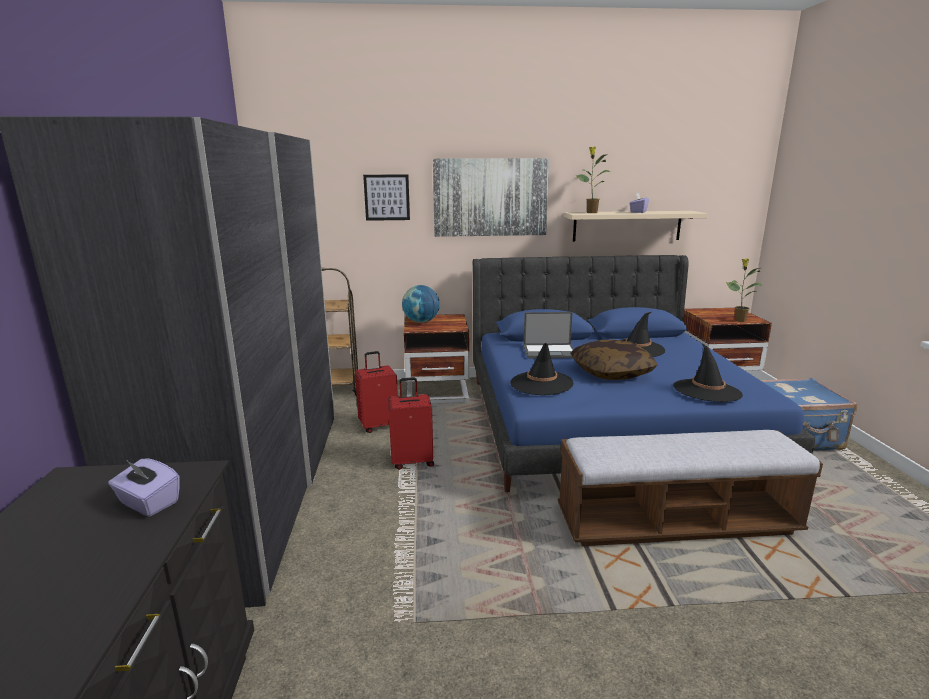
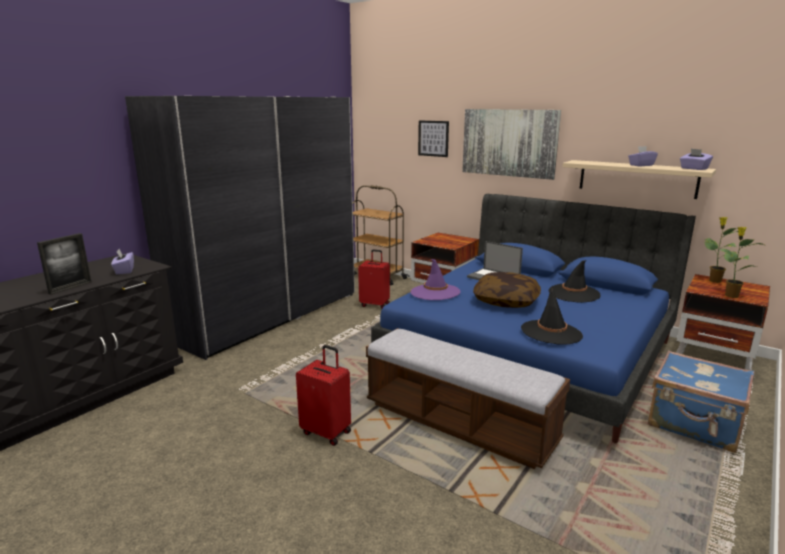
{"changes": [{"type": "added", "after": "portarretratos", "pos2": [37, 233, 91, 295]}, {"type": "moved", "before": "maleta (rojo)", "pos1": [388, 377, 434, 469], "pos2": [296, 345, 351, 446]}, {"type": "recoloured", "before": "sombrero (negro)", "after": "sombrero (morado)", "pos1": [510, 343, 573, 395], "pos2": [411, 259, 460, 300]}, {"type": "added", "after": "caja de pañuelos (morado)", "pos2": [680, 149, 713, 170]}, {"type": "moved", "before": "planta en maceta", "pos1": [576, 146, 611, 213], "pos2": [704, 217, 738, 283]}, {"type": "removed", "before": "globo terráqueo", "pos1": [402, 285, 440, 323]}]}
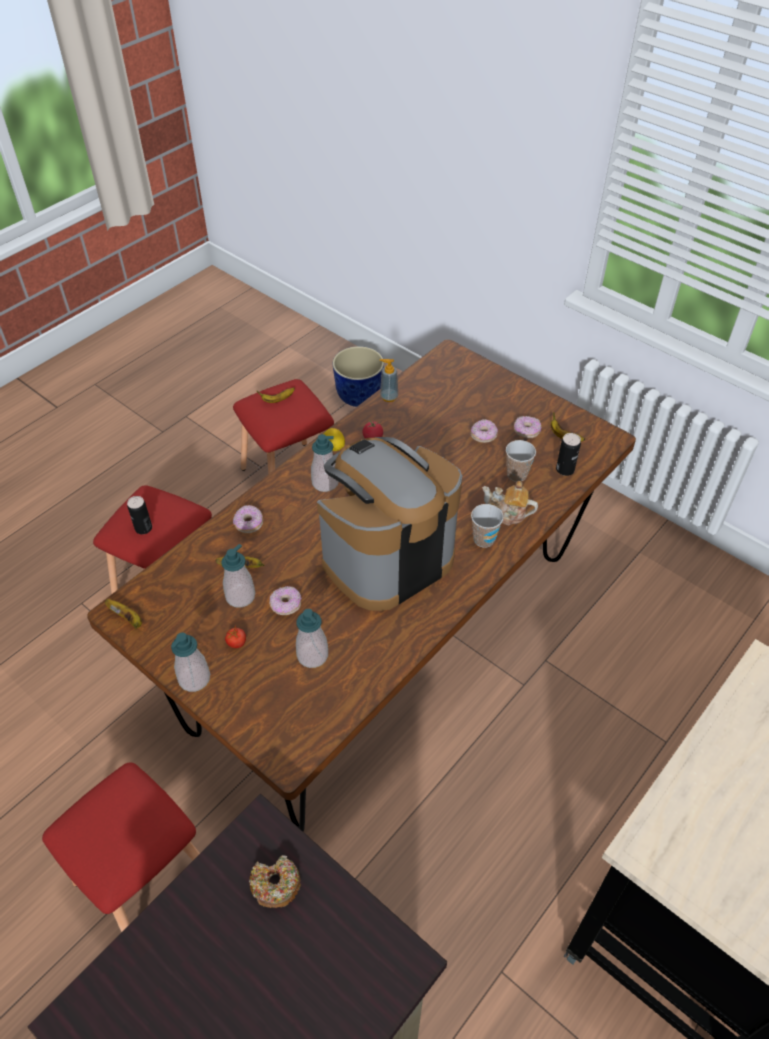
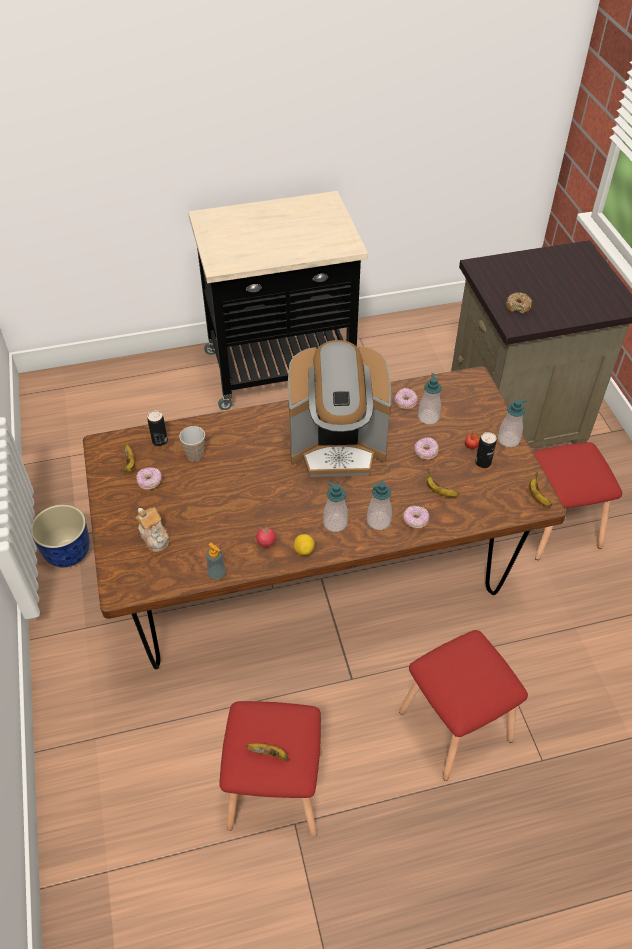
{"changes": [{"type": "moved", "before": "maceta", "pos1": [332, 346, 384, 407], "pos2": [30, 505, 90, 567]}, {"type": "moved", "before": "tetera", "pos1": [482, 481, 538, 525], "pos2": [135, 508, 169, 552]}, {"type": "moved", "before": "dispensador de jabón", "pos1": [221, 544, 255, 608], "pos2": [367, 482, 392, 530]}, {"type": "moved", "before": "rosquilla", "pos1": [471, 419, 498, 443], "pos2": [394, 388, 418, 409]}, {"type": "moved", "before": "lata", "pos1": [127, 496, 152, 534], "pos2": [475, 432, 497, 468]}, {"type": "removed", "before": "taza", "pos1": [471, 504, 504, 548]}]}
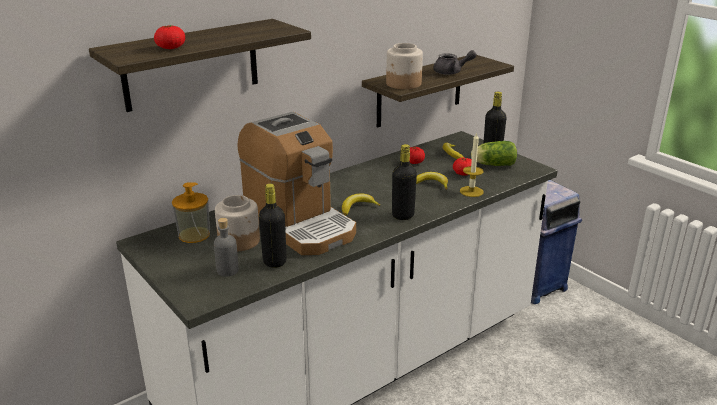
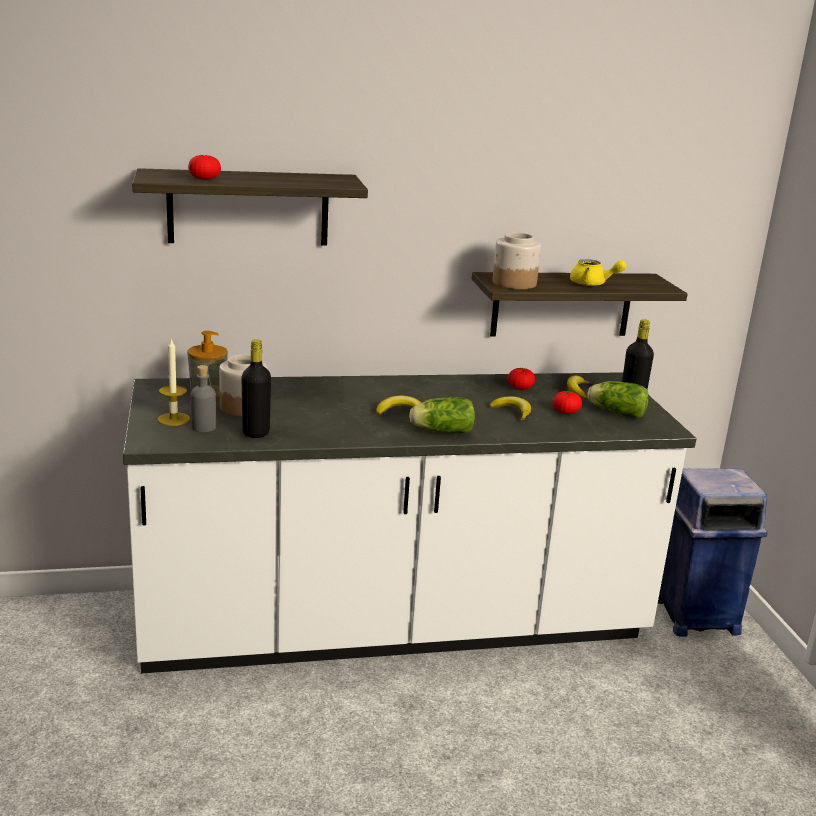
{"changes": [{"type": "moved", "before": "vela", "pos1": [460, 132, 484, 197], "pos2": [158, 338, 190, 426]}, {"type": "replaced", "before": "botella (negro)", "after": "lechuga", "pos1": [392, 144, 417, 220], "pos2": [409, 397, 475, 433]}, {"type": "recoloured", "before": "tetera (gris)", "after": "tetera (amarillo)", "pos1": [433, 50, 477, 75], "pos2": [570, 259, 627, 286]}, {"type": "removed", "before": "cafetera", "pos1": [238, 112, 356, 255]}]}
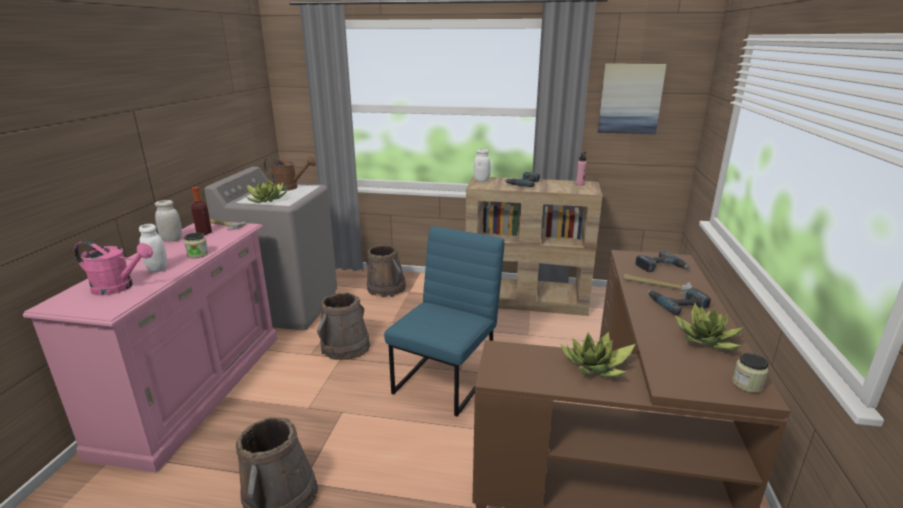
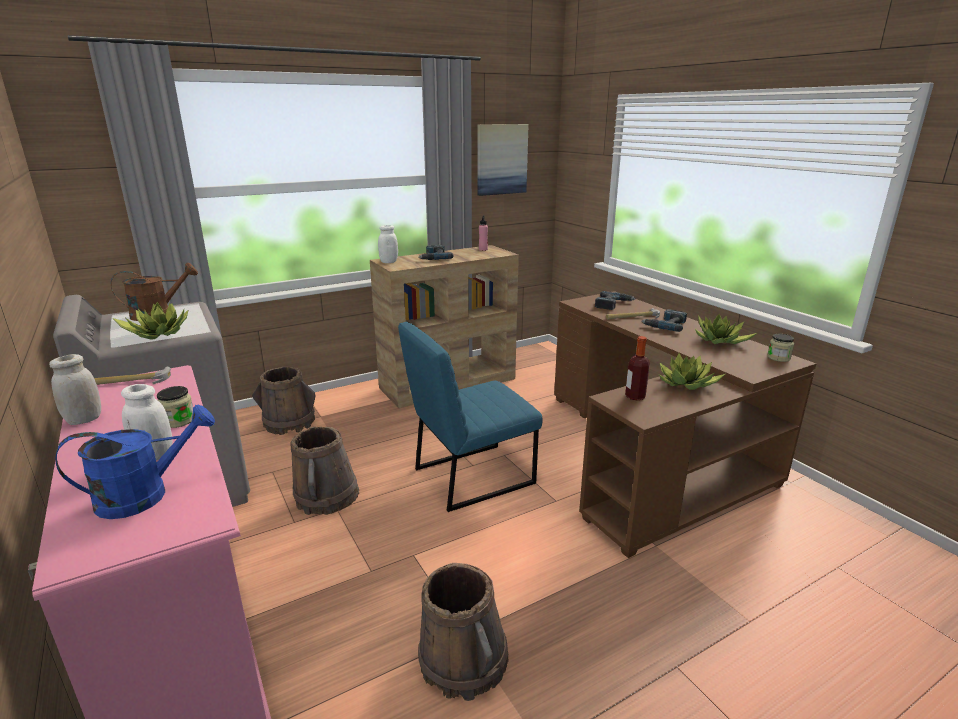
{"changes": [{"type": "recoloured", "before": "regadera (rosa)", "after": "regadera (azul)", "pos1": [74, 241, 153, 295], "pos2": [56, 405, 215, 519]}, {"type": "turned", "before": "silla (azul)", "pos1": [384, 226, 505, 417], "pos2": [398, 322, 543, 512], "turn": -105}, {"type": "moved", "before": "botella", "pos1": [191, 187, 212, 235], "pos2": [625, 336, 650, 401]}]}
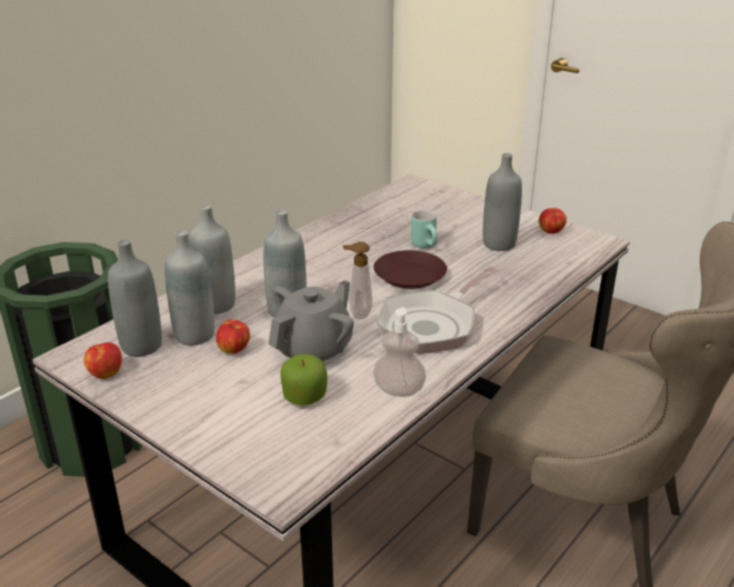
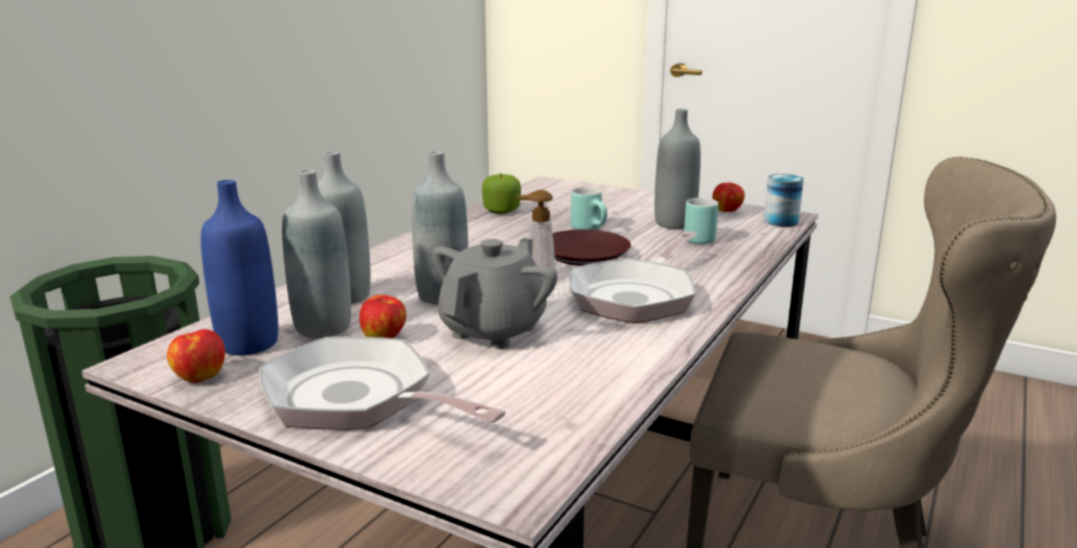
{"changes": [{"type": "recoloured", "before": "botella (gris)", "after": "botella (azul)", "pos1": [108, 240, 162, 357], "pos2": [201, 180, 278, 356]}, {"type": "added", "after": "sartén", "pos2": [259, 336, 506, 430]}, {"type": "moved", "before": "manzana", "pos1": [280, 354, 327, 406], "pos2": [482, 173, 521, 214]}, {"type": "added", "after": "taza grande (turquesa)", "pos2": [684, 198, 718, 244]}, {"type": "added", "after": "lata", "pos2": [764, 174, 804, 227]}, {"type": "removed", "before": "dispensador de jabón", "pos1": [373, 307, 426, 397]}]}
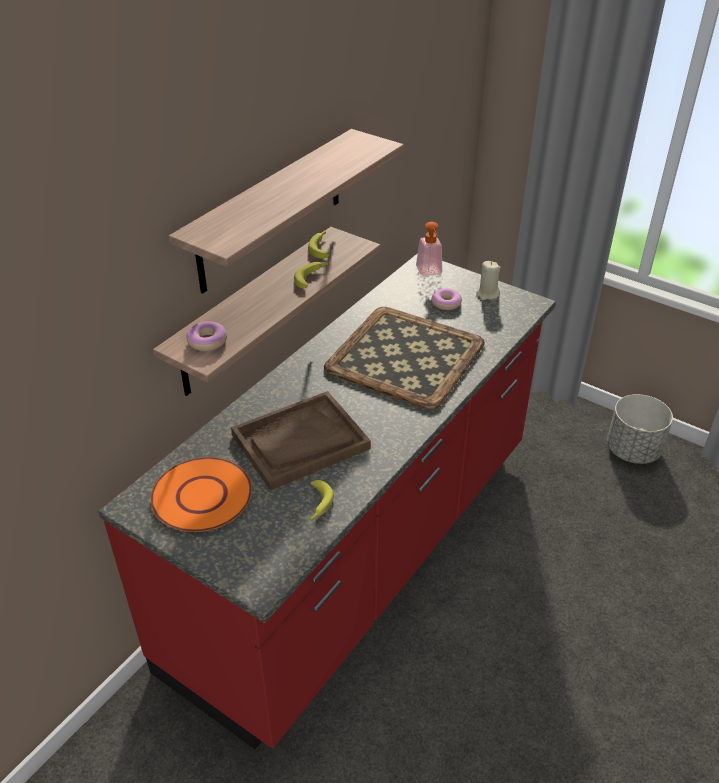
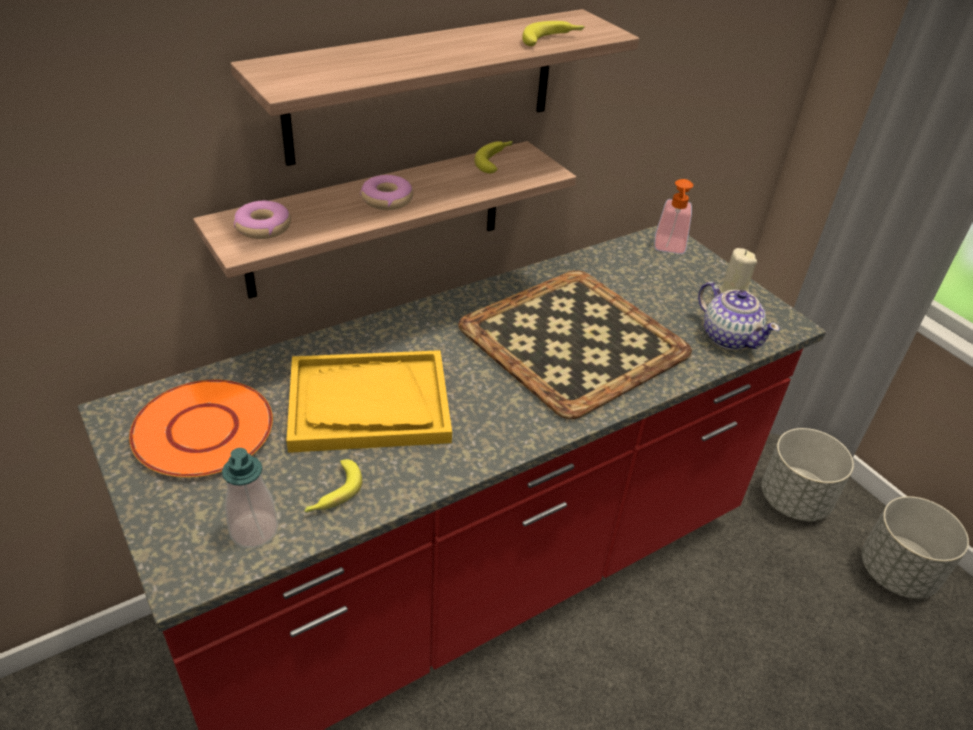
{"changes": [{"type": "added", "after": "dispensador de jabón", "pos2": [222, 448, 279, 548]}, {"type": "recoloured", "before": "bandeja (marrón)", "after": "bandeja (amarillo)", "pos1": [231, 391, 371, 490], "pos2": [286, 350, 452, 453]}, {"type": "moved", "before": "rosquilla", "pos1": [432, 288, 462, 310], "pos2": [360, 175, 413, 210]}, {"type": "moved", "before": "plátano", "pos1": [294, 261, 329, 288], "pos2": [522, 21, 585, 46]}, {"type": "added", "after": "tetera", "pos2": [698, 282, 780, 350]}, {"type": "added", "after": "maceta (gris)", "pos2": [761, 428, 854, 521]}]}
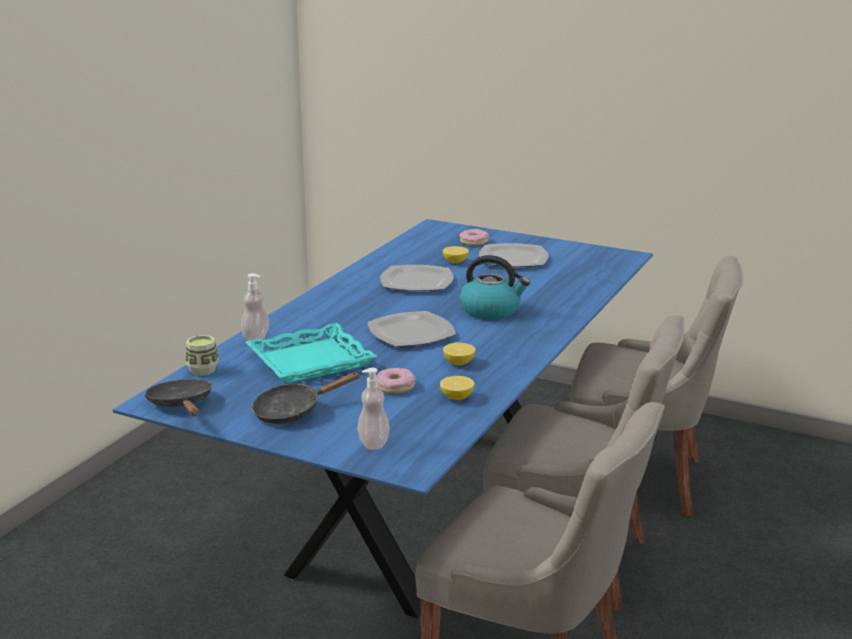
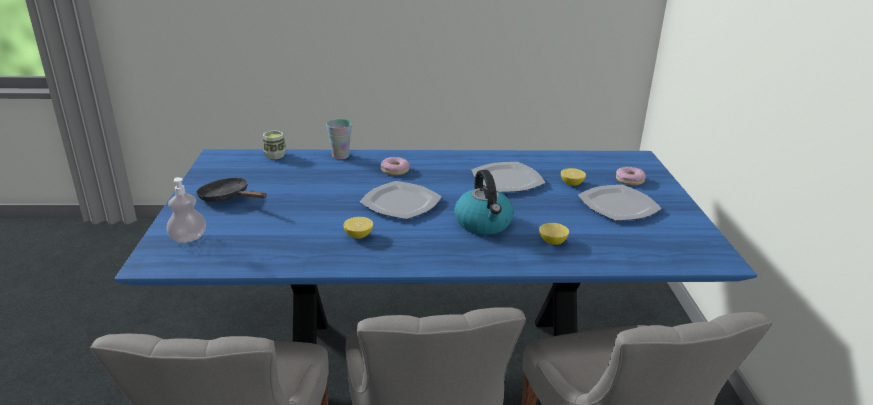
{"changes": [{"type": "replaced", "before": "dispensador de jabón", "after": "taza", "pos1": [241, 273, 269, 341], "pos2": [326, 119, 352, 159]}, {"type": "moved", "before": "rosquilla", "pos1": [376, 368, 416, 394], "pos2": [380, 157, 410, 175]}, {"type": "moved", "before": "limón", "pos1": [440, 376, 474, 400], "pos2": [539, 223, 569, 245]}, {"type": "removed", "before": "sartén (negro)", "pos1": [145, 379, 212, 416]}, {"type": "removed", "before": "bandeja (turquesa)", "pos1": [245, 323, 377, 384]}]}
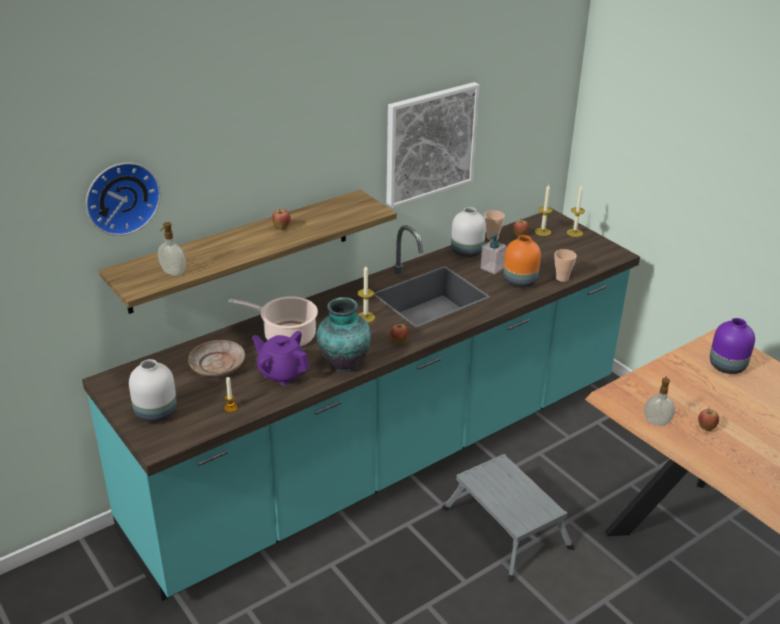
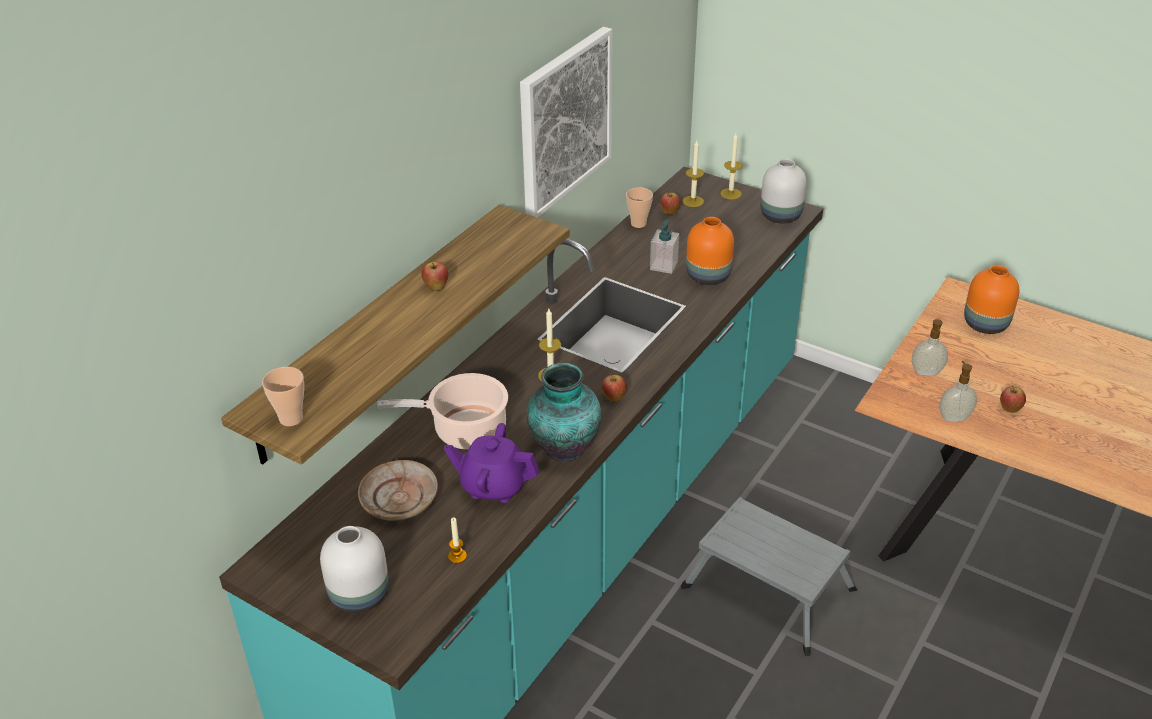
{"changes": [{"type": "moved", "before": "taza", "pos1": [554, 249, 577, 282], "pos2": [262, 367, 304, 426]}, {"type": "moved", "before": "florero (blanco)", "pos1": [451, 207, 486, 257], "pos2": [761, 159, 807, 223]}, {"type": "moved", "before": "dispensador de jabón", "pos1": [158, 222, 185, 276], "pos2": [912, 319, 948, 376]}, {"type": "recoloured", "before": "florero (morado)", "after": "florero (naranja)", "pos1": [710, 318, 755, 374], "pos2": [964, 265, 1019, 334]}, {"type": "removed", "before": "reloj de pared", "pos1": [86, 162, 161, 236]}]}
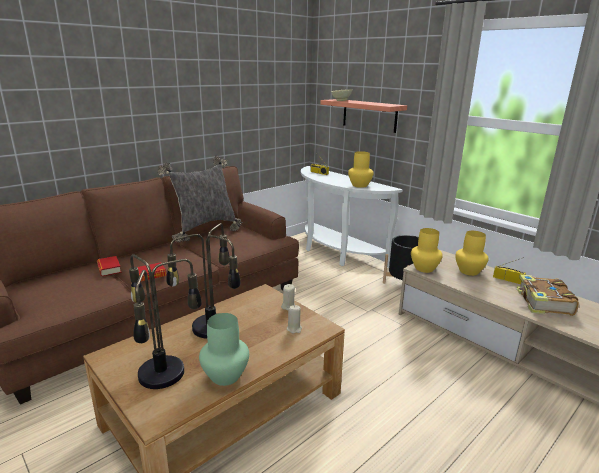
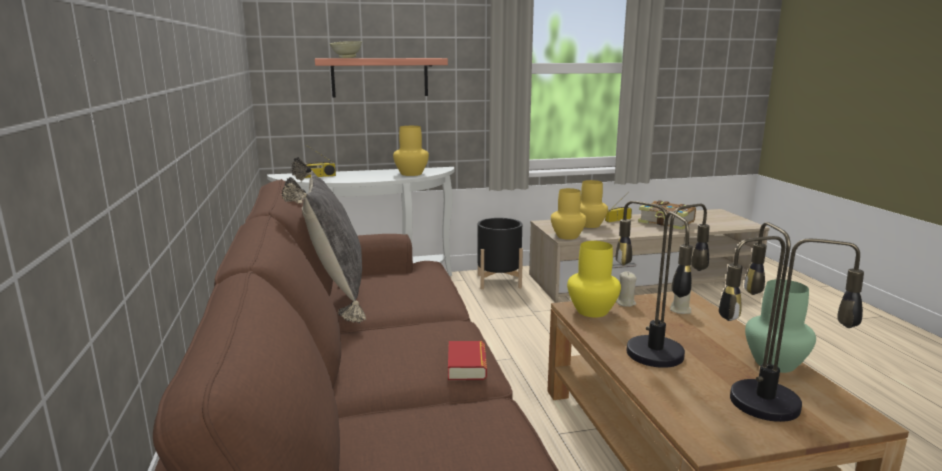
{"changes": [{"type": "added", "after": "florero (amarillo)", "pos2": [567, 241, 621, 317]}, {"type": "removed", "before": "libro", "pos1": [97, 256, 121, 276]}]}
